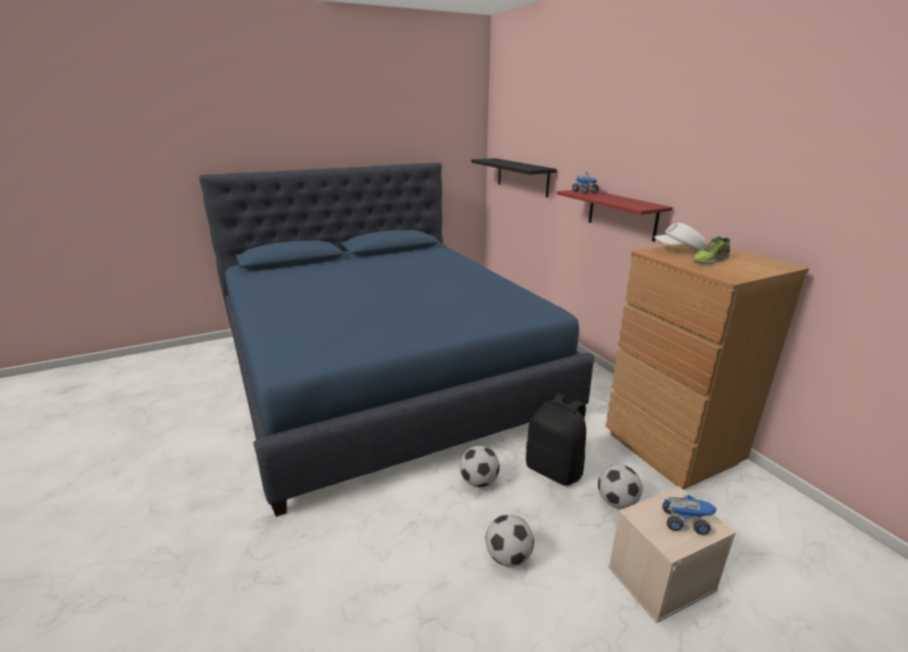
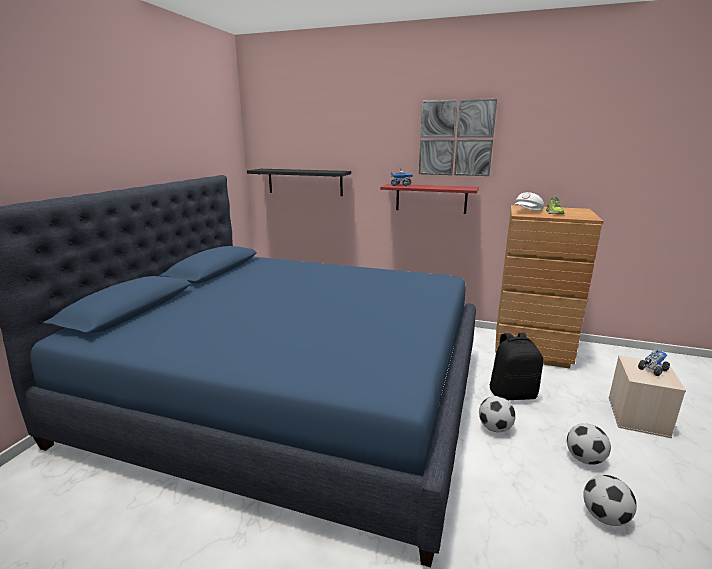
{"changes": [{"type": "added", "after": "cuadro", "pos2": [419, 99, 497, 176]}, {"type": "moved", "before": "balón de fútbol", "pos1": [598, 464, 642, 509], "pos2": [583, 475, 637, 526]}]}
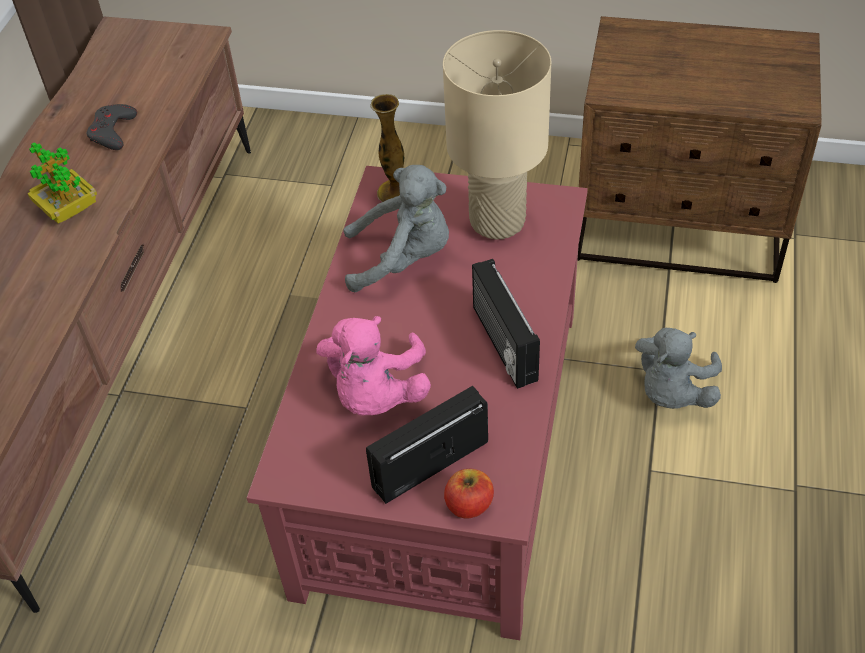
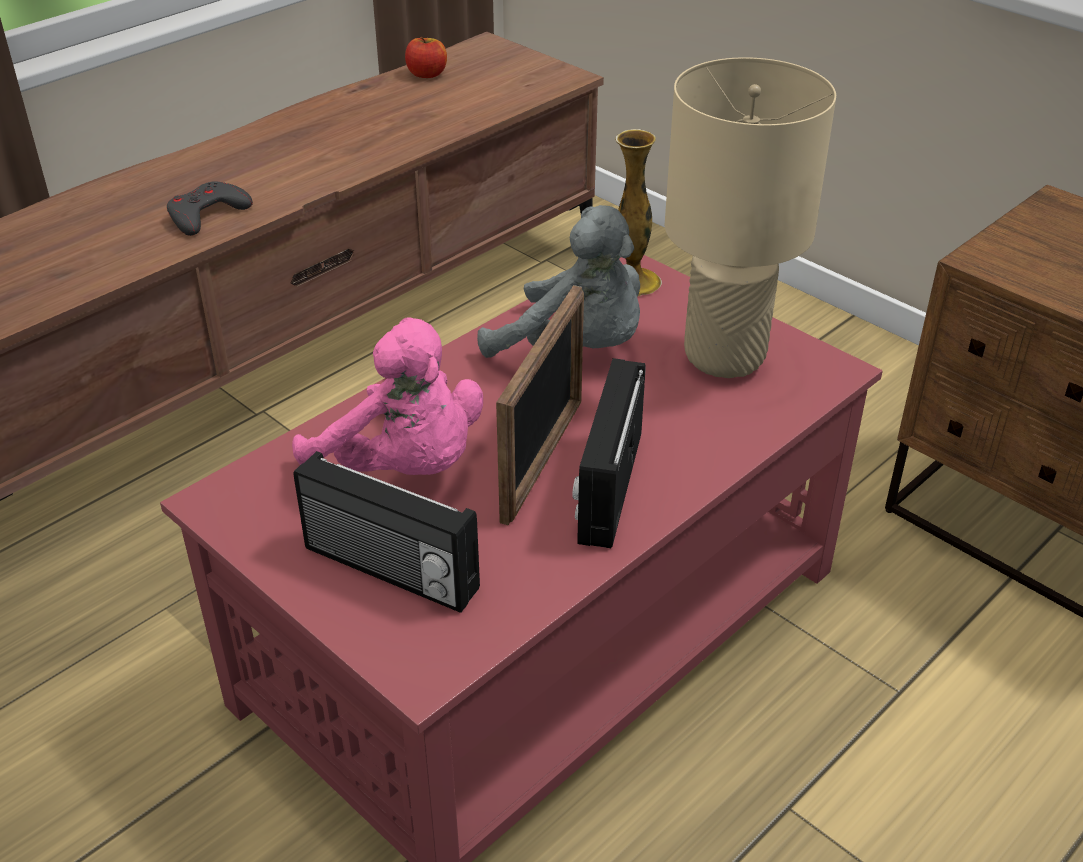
{"changes": [{"type": "moved", "before": "mando de consola (gris)", "pos1": [87, 104, 137, 150], "pos2": [167, 181, 253, 236]}, {"type": "turned", "before": "peluche (rosa)", "pos1": [317, 316, 431, 416], "pos2": [292, 318, 483, 475], "turn": -90}, {"type": "turned", "before": "radio", "pos1": [366, 386, 488, 504], "pos2": [293, 451, 480, 613], "turn": -150}, {"type": "moved", "before": "manzana", "pos1": [444, 469, 494, 519], "pos2": [405, 37, 447, 78]}, {"type": "added", "after": "portarretratos", "pos2": [496, 285, 584, 525]}, {"type": "removed", "before": "planta en maceta", "pos1": [28, 142, 97, 223]}, {"type": "removed", "before": "peluche (gris)", "pos1": [635, 328, 722, 409]}]}
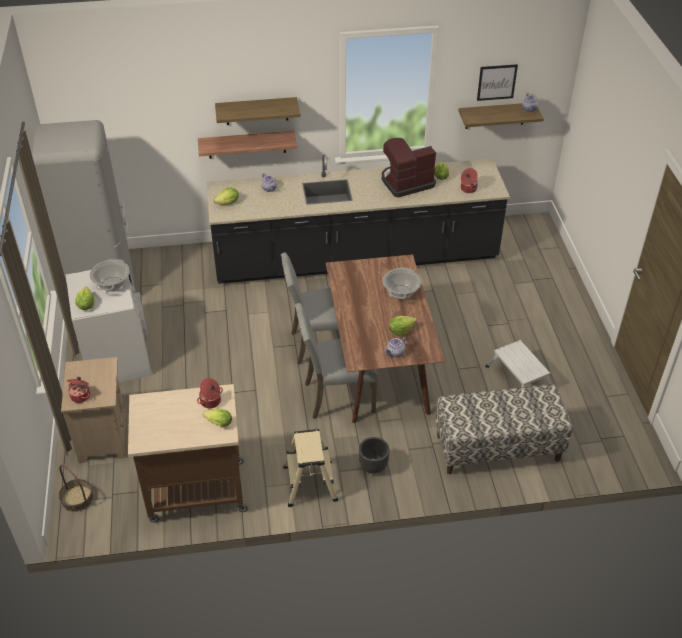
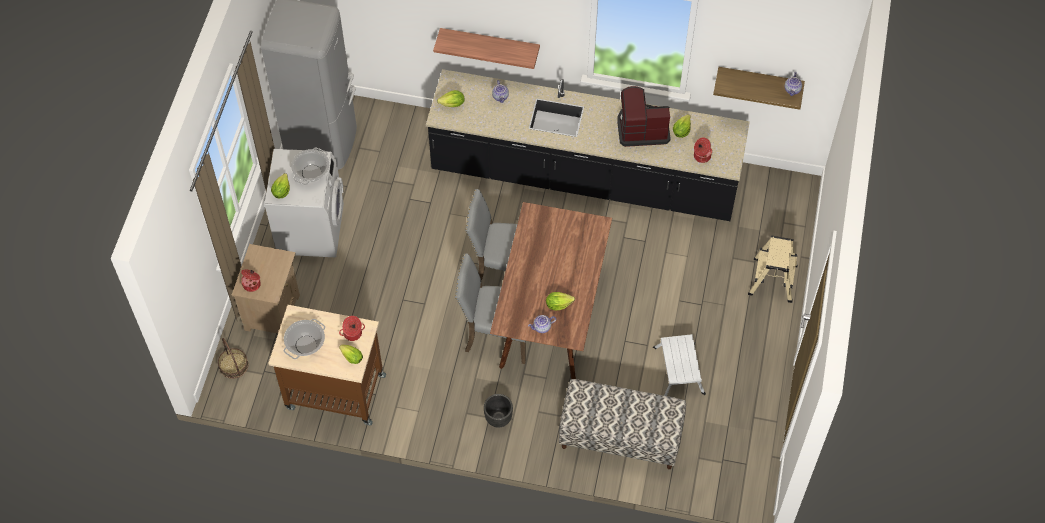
{"changes": [{"type": "moved", "before": "olla", "pos1": [383, 267, 422, 299], "pos2": [284, 319, 325, 359]}, {"type": "moved", "before": "escalera de tijera (beis)", "pos1": [283, 429, 338, 507], "pos2": [748, 235, 798, 303]}, {"type": "removed", "before": "estante", "pos1": [215, 97, 300, 125]}, {"type": "removed", "before": "cuadro", "pos1": [477, 64, 518, 101]}]}
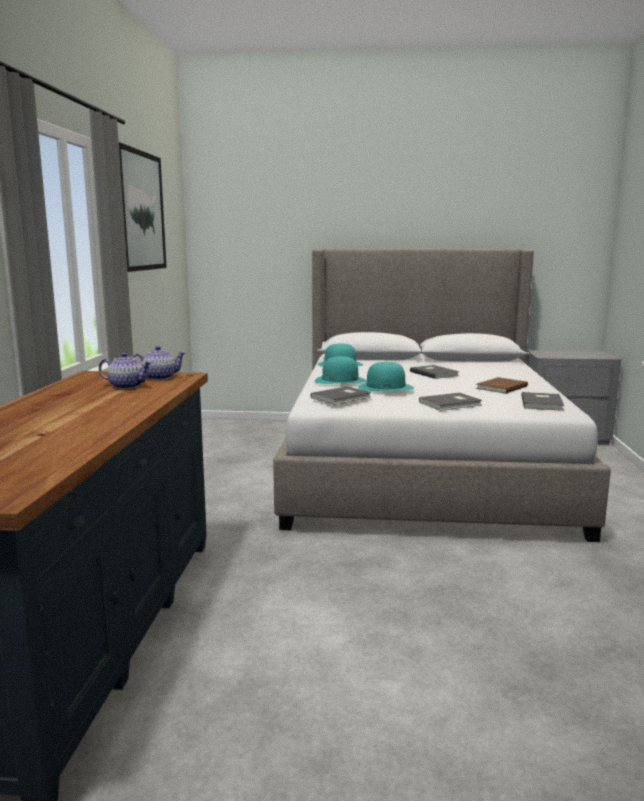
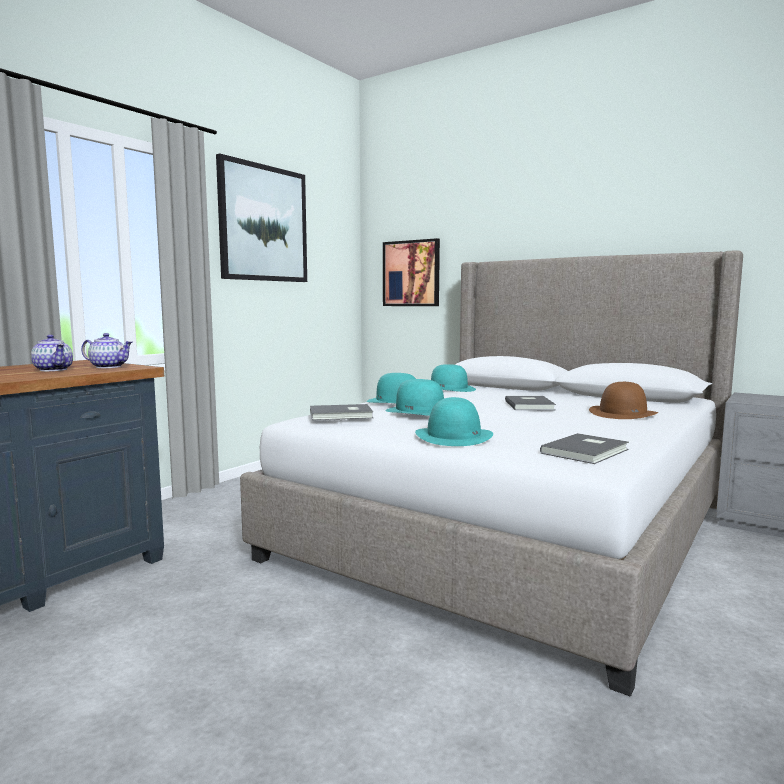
{"changes": [{"type": "added", "after": "cuadro", "pos2": [383, 238, 440, 306]}, {"type": "replaced", "before": "libro (gris)", "after": "sombrero (turquesa)", "pos1": [419, 393, 482, 411], "pos2": [415, 397, 493, 446]}, {"type": "added", "after": "sombrero (marrón)", "pos2": [589, 382, 658, 419]}, {"type": "removed", "before": "libro (marrón)", "pos1": [476, 377, 528, 394]}]}
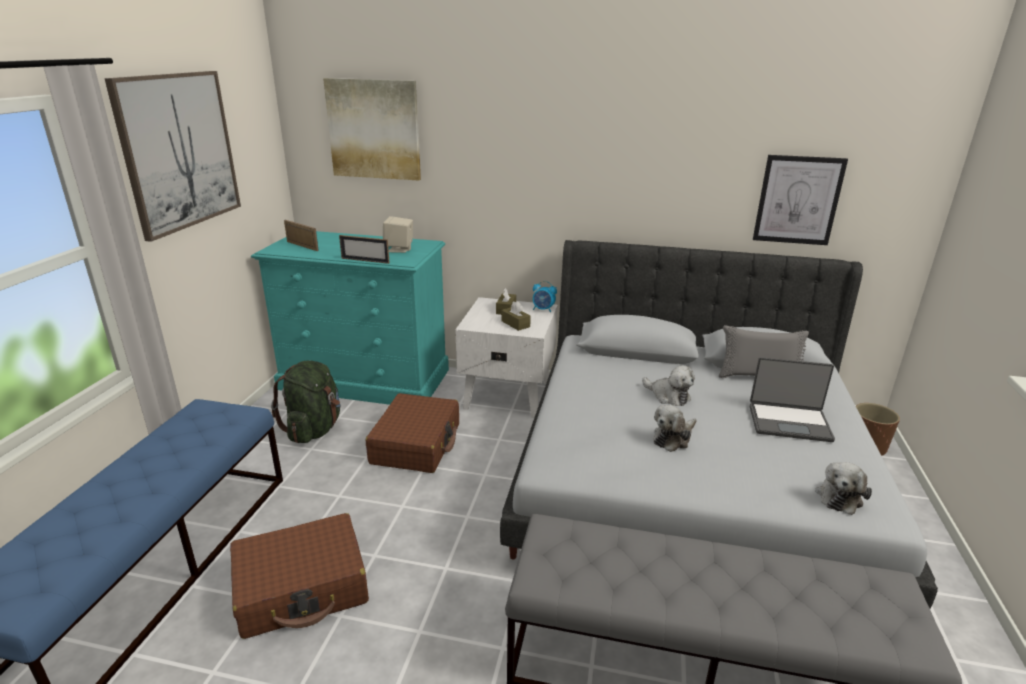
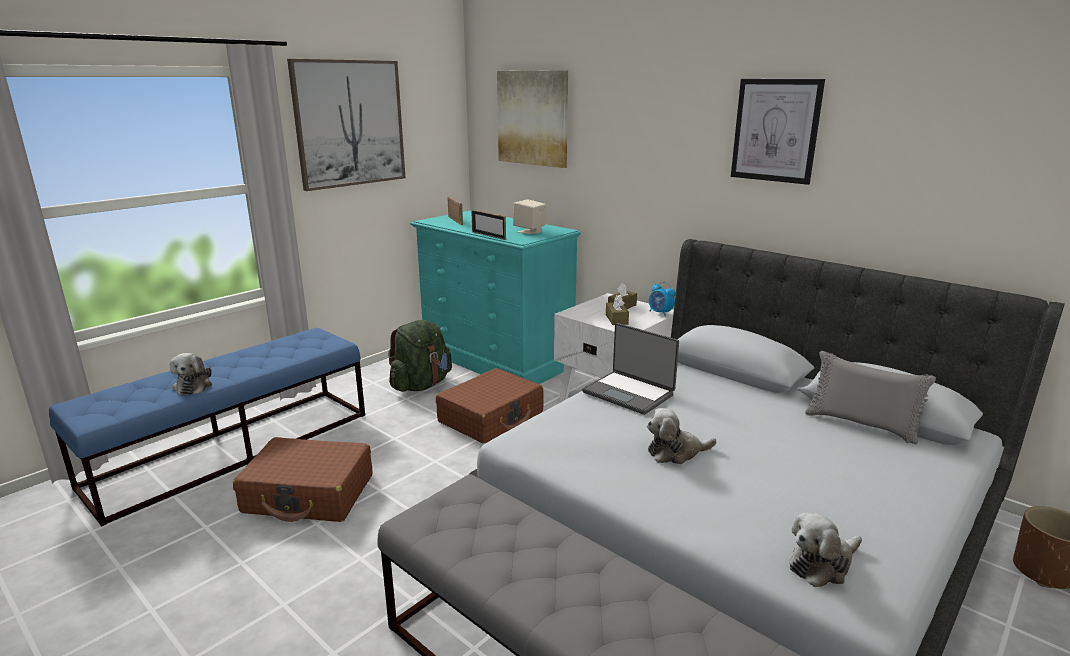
{"changes": [{"type": "moved", "before": "peluche", "pos1": [642, 365, 695, 406], "pos2": [170, 353, 212, 395]}, {"type": "moved", "before": "portátil", "pos1": [750, 357, 835, 442], "pos2": [582, 323, 679, 415]}, {"type": "moved", "before": "cuadro", "pos1": [753, 155, 848, 245], "pos2": [731, 79, 825, 185]}]}
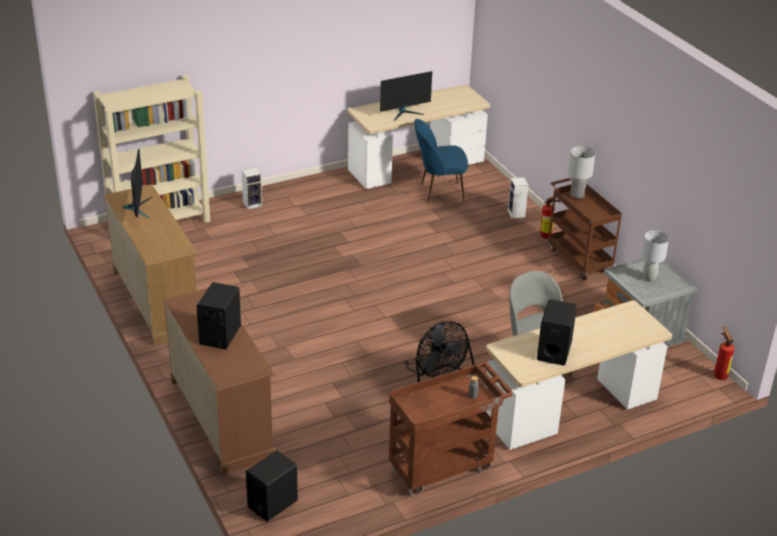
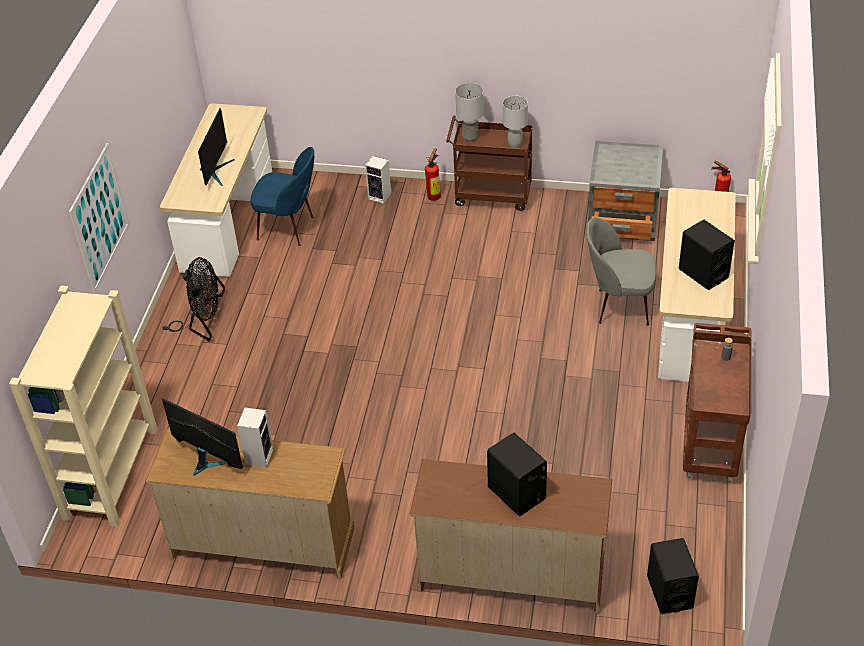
{"changes": [{"type": "added", "after": "cuadro", "pos2": [69, 143, 130, 294]}, {"type": "moved", "before": "ventilador (negro)", "pos1": [404, 321, 475, 383], "pos2": [163, 257, 225, 342]}, {"type": "moved", "before": "altavoz", "pos1": [242, 168, 262, 209], "pos2": [237, 408, 274, 467]}, {"type": "turned", "before": "silla (azul)", "pos1": [414, 119, 468, 203], "pos2": [251, 147, 314, 246], "turn": -105}, {"type": "moved", "before": "lámpara de mesa (gris)", "pos1": [641, 230, 669, 282], "pos2": [503, 96, 528, 149]}]}
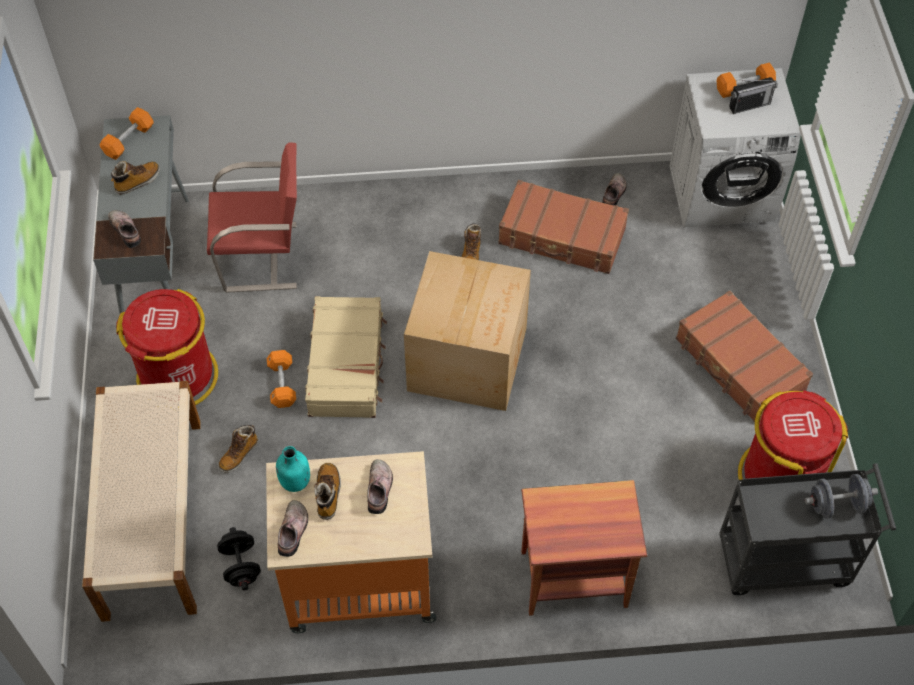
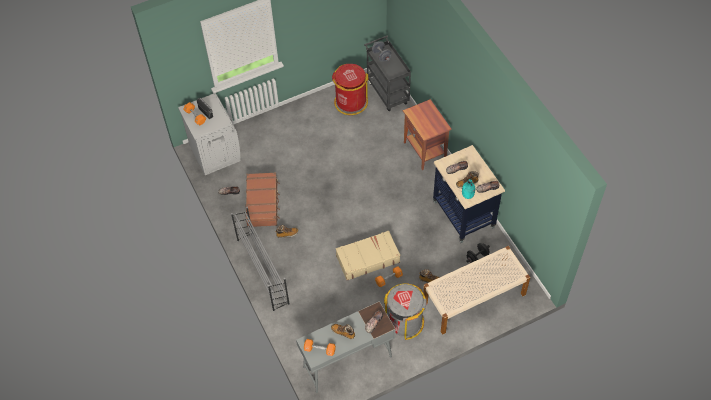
{"changes": [{"type": "added", "after": "zapatero (gris)", "pos2": [231, 207, 290, 312]}, {"type": "recoloured", "before": "papelera (rojo)", "after": "papelera (gris)", "pos1": [116, 289, 218, 410], "pos2": [384, 283, 427, 340]}, {"type": "recoloured", "before": "carrito (naranja)", "after": "carrito (azul)", "pos1": [266, 451, 436, 633], "pos2": [433, 145, 505, 243]}, {"type": "removed", "before": "silla (rojo)", "pos1": [207, 142, 297, 293]}, {"type": "removed", "before": "caja de cartón", "pos1": [404, 251, 531, 411]}, {"type": "removed", "before": "maleta (marrón)", "pos1": [676, 290, 813, 422]}]}
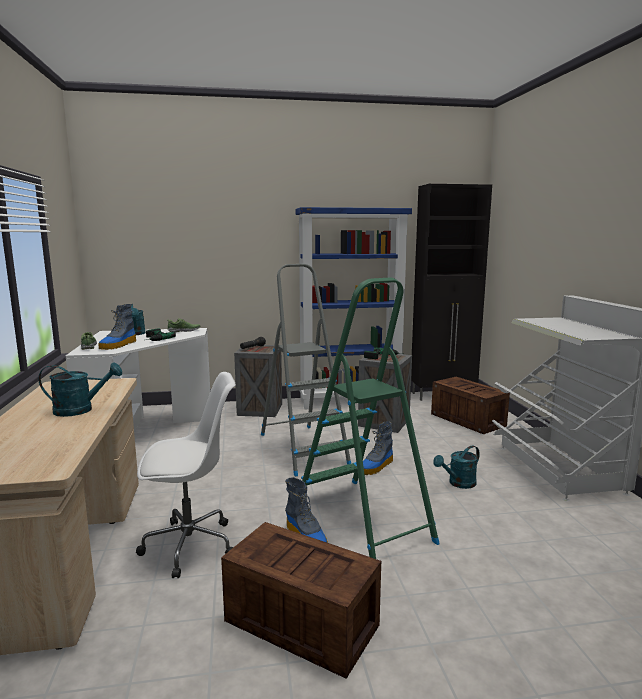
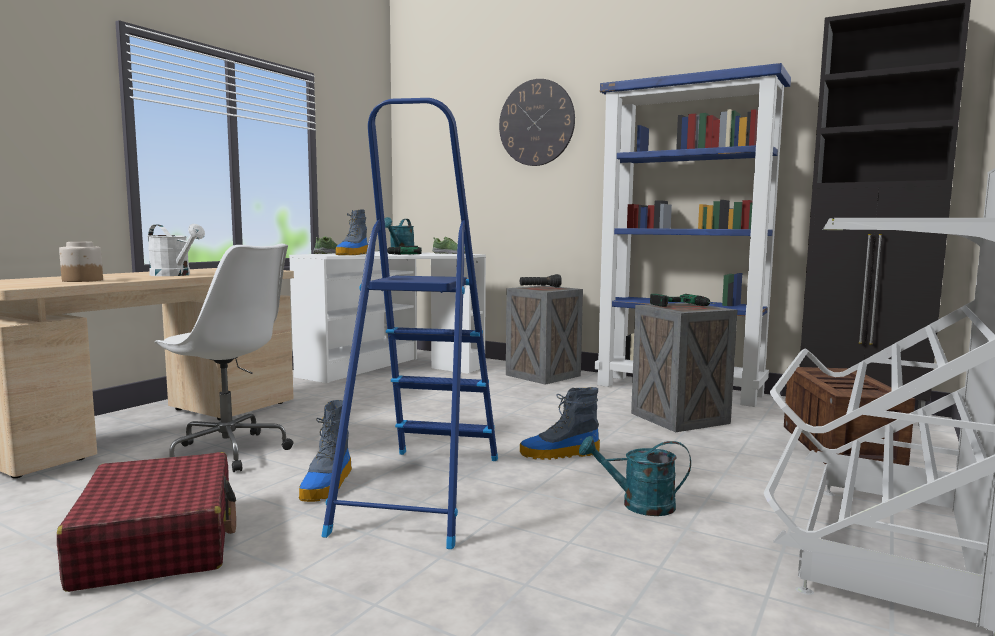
{"changes": [{"type": "replaced", "before": "caja de embalaje", "after": "maleta (rojo)", "pos1": [221, 522, 381, 679], "pos2": [57, 452, 236, 592]}, {"type": "added", "after": "tarro", "pos2": [59, 242, 103, 282]}, {"type": "recoloured", "before": "regadera (turquesa)", "after": "regadera (blanco)", "pos1": [39, 362, 122, 417], "pos2": [148, 224, 205, 276]}, {"type": "recoloured", "before": "escalera de tijera (verde)", "after": "escalera de tijera (azul)", "pos1": [301, 278, 440, 559], "pos2": [322, 98, 498, 549]}, {"type": "turned", "before": "bota", "pos1": [98, 304, 136, 350], "pos2": [335, 209, 368, 255], "turn": -45}, {"type": "added", "after": "reloj de pared", "pos2": [499, 79, 575, 166]}, {"type": "removed", "before": "escalera de tijera (gris)", "pos1": [261, 264, 351, 476]}]}
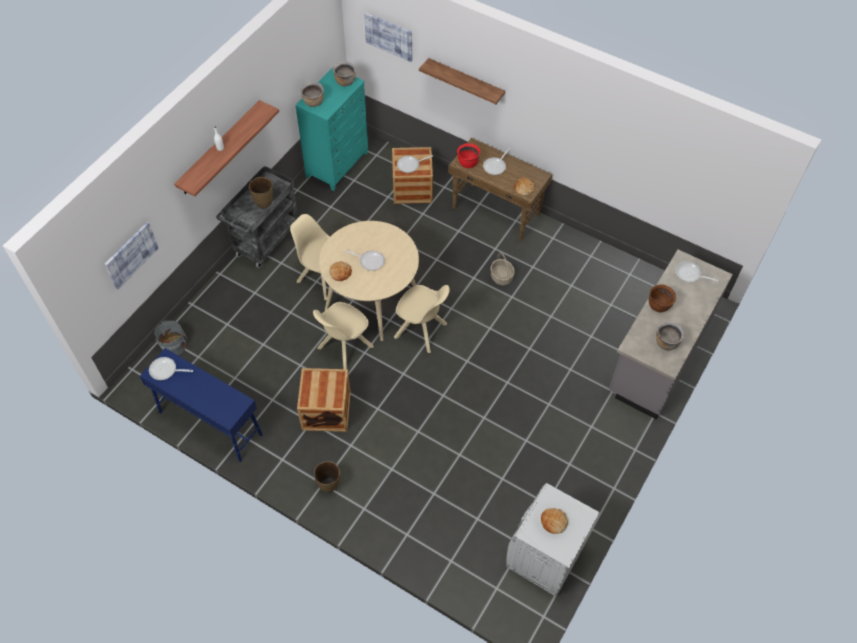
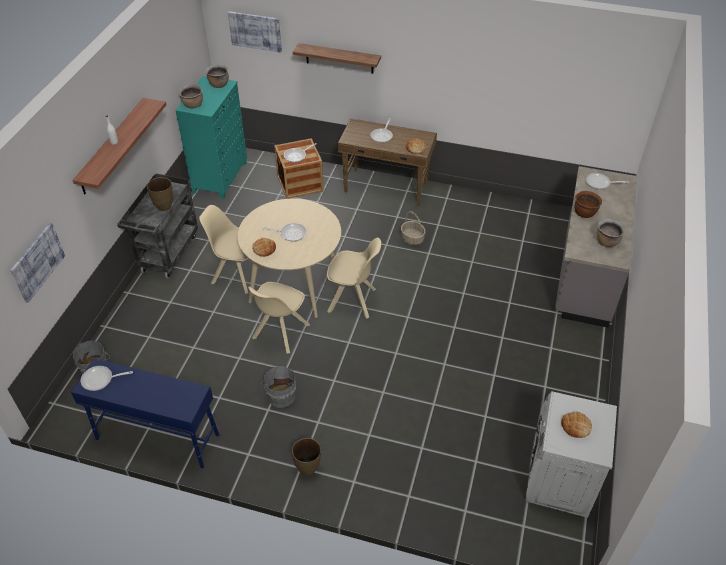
{"changes": [{"type": "replaced", "before": "caja de embalaje", "after": "cubo (gris)", "pos1": [297, 368, 351, 432], "pos2": [261, 366, 296, 408]}, {"type": "removed", "before": "olla (rojo)", "pos1": [457, 143, 480, 168]}]}
